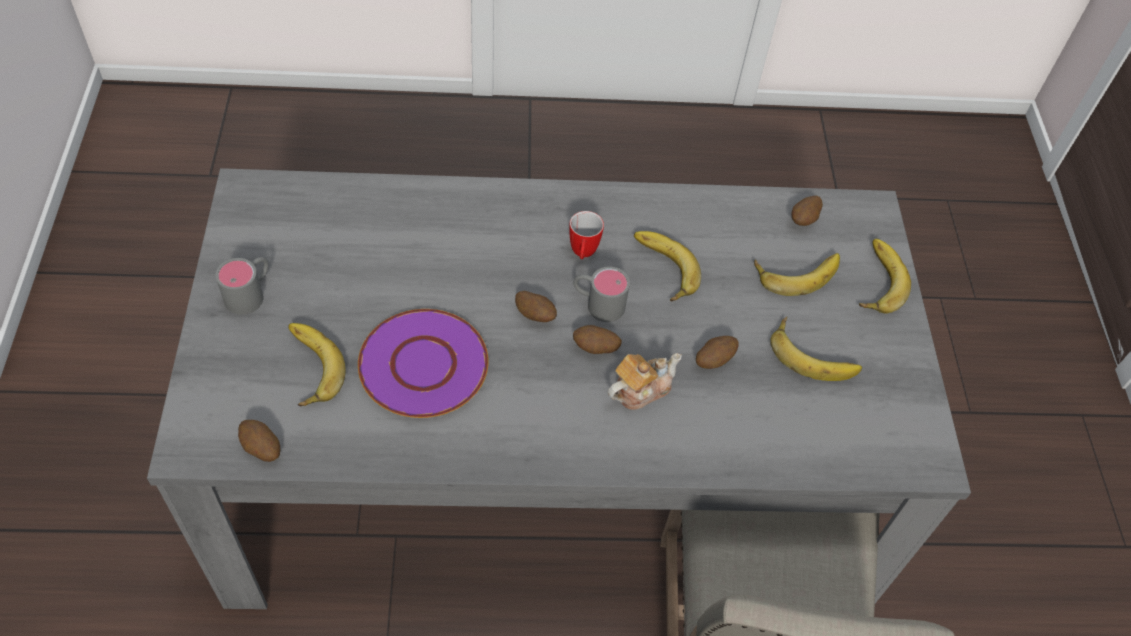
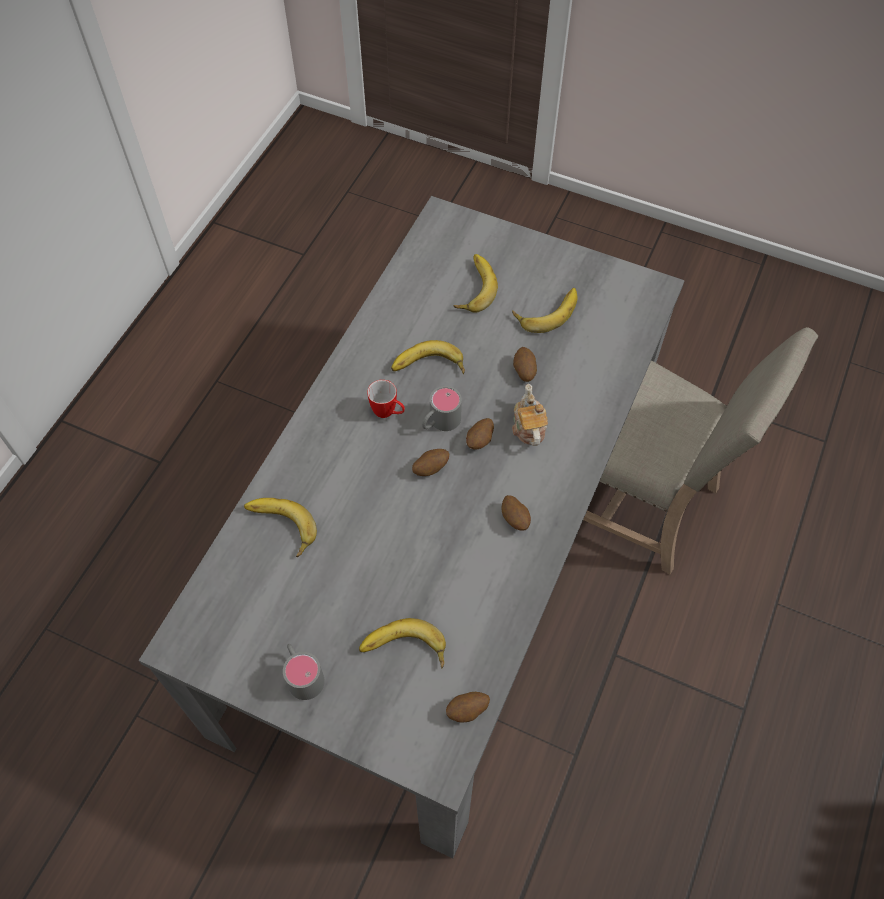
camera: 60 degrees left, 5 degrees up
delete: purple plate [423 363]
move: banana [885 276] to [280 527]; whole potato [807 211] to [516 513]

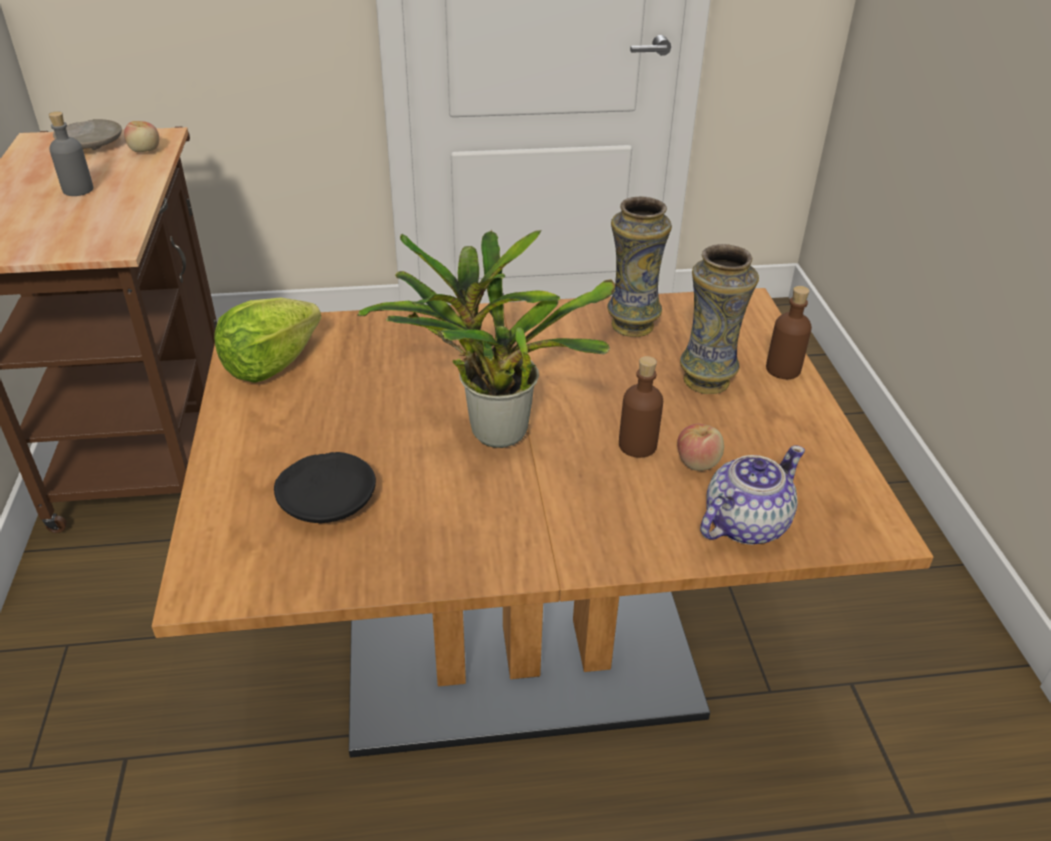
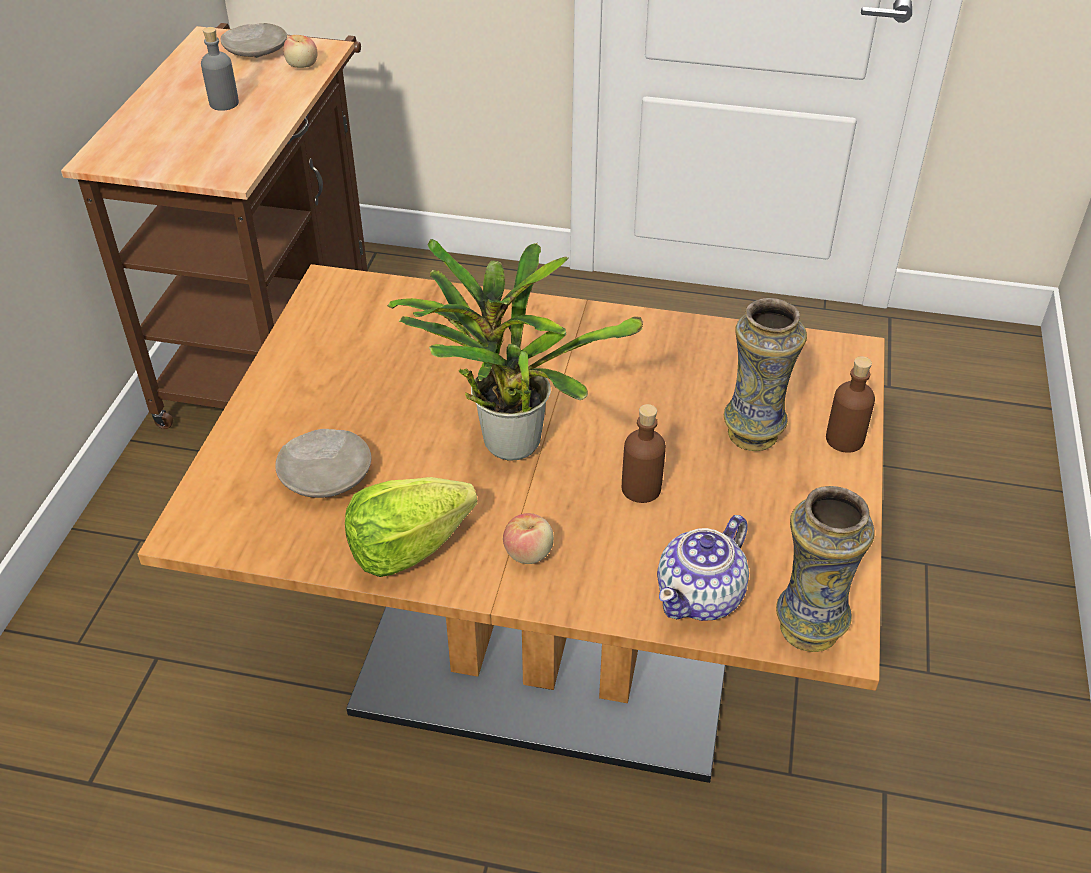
camera: 20 degrees right, 5 degrees up
move: lettuce [267 340] to [411 527]; apple [700 447] to [528 538]; flower vase [639 267] to [825 569]
recolor: blackish plate [325 487] to beige-coloured plate [323 463]
rotate: pot for tea [752 495] = [703 568] 150 degrees clockwise

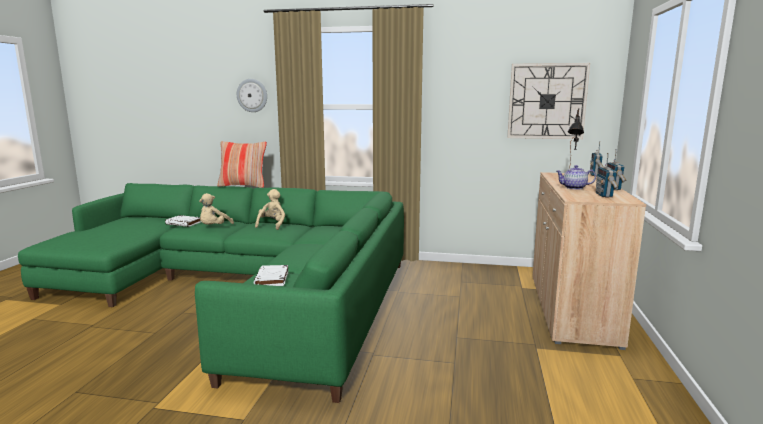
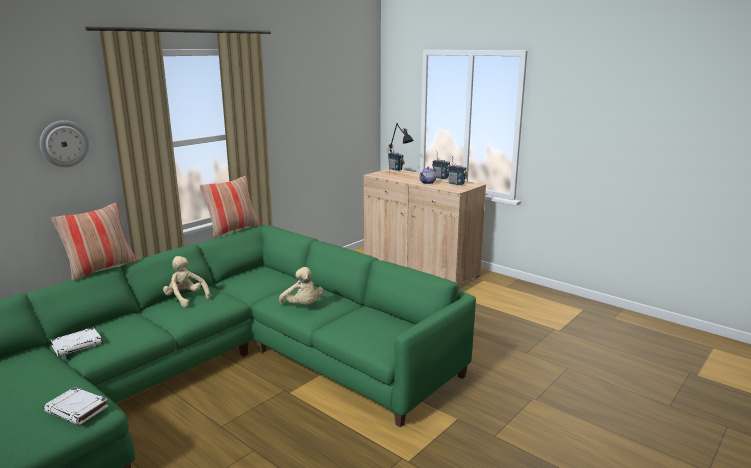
camera: 60 degrees left, 5 degrees up
delete: hanging clock [548 101]
insert: pillow [230 207]
move: white bound book [271 275] to [76 406]; beige-coloured soft toy [216 208] to [301 285]

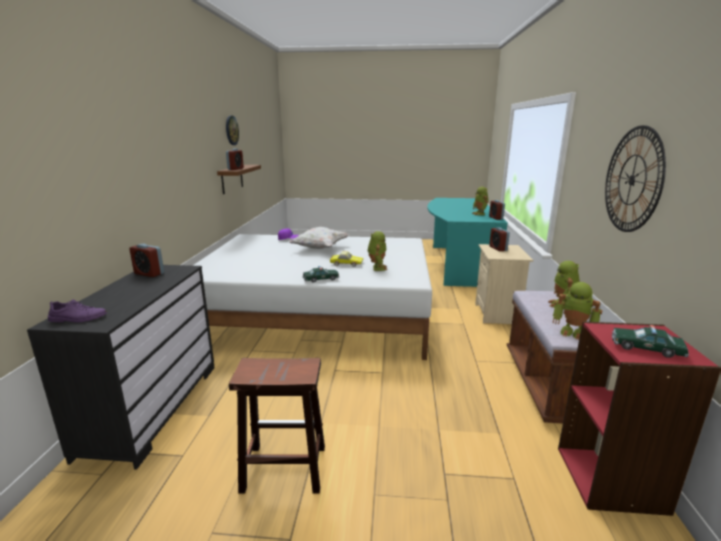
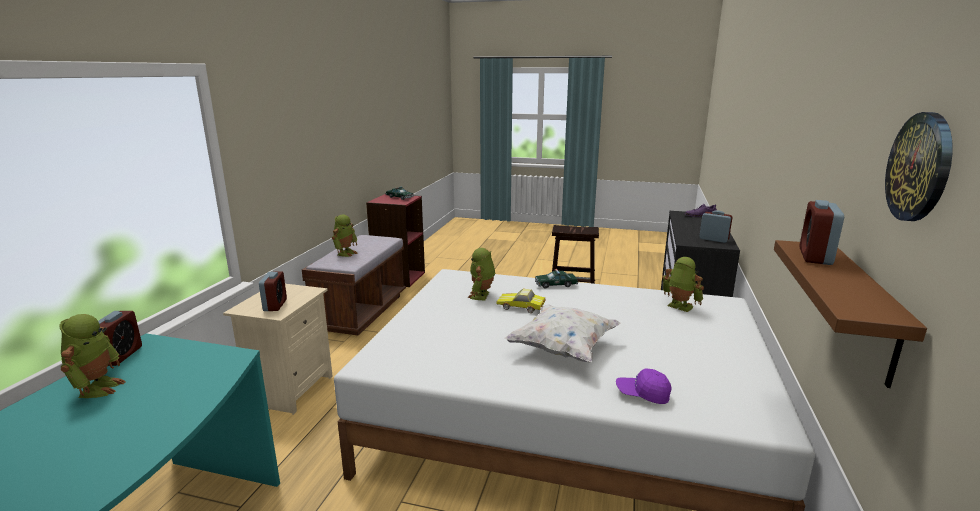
camera: 170 degrees left, 0 degrees up
delete: hanging clock [635 178]
move: robot figure [577 311] to [683 284]

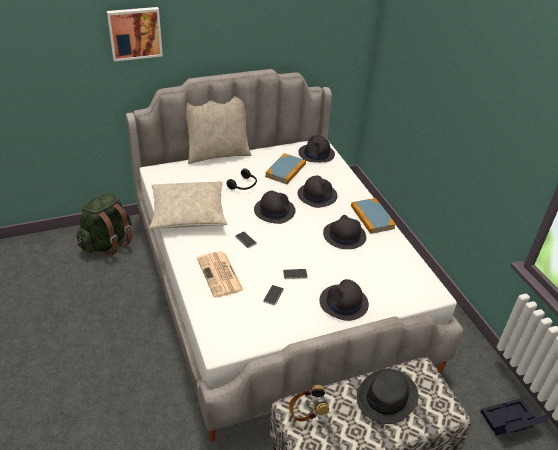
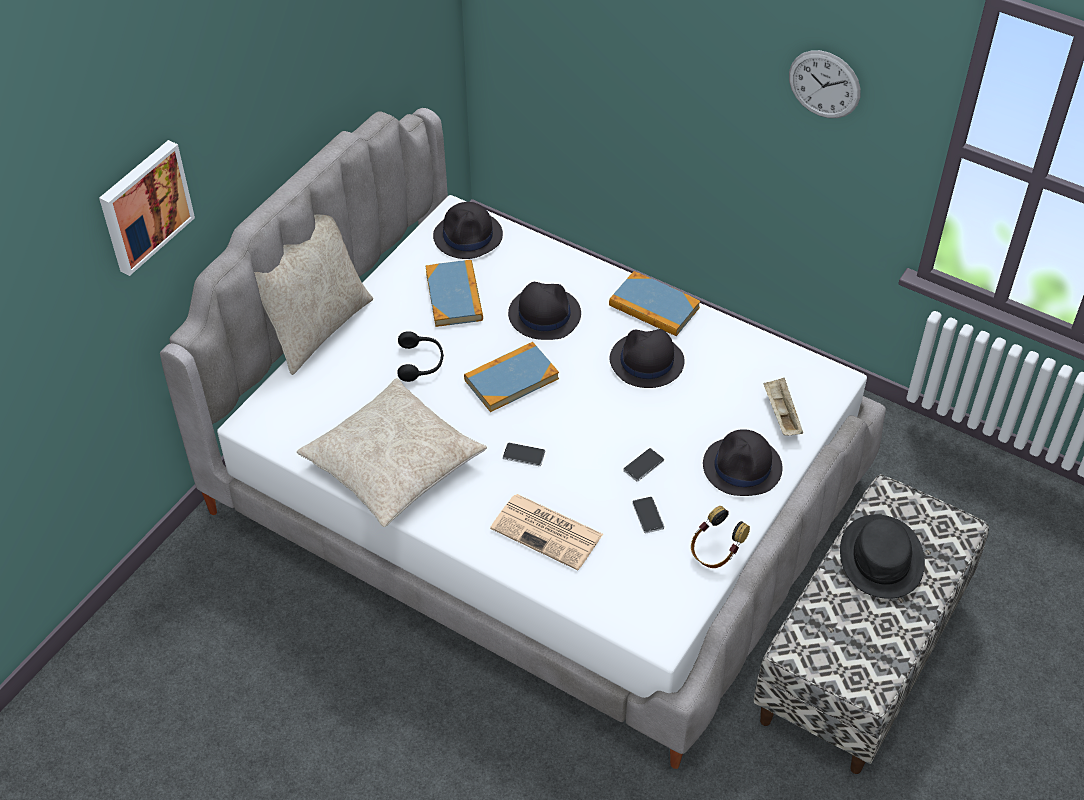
camera: 35 degrees left, 10 degrees up
delete: greenish knapsack [104 224]; blackish storage container [515 417]
insert: beige-coloured carrying tray [783 407]; hanging clock [825 84]
move: headset [309 403] to [720 537]
replace: blackish wearable hat [275 207] to bound book [511 377]

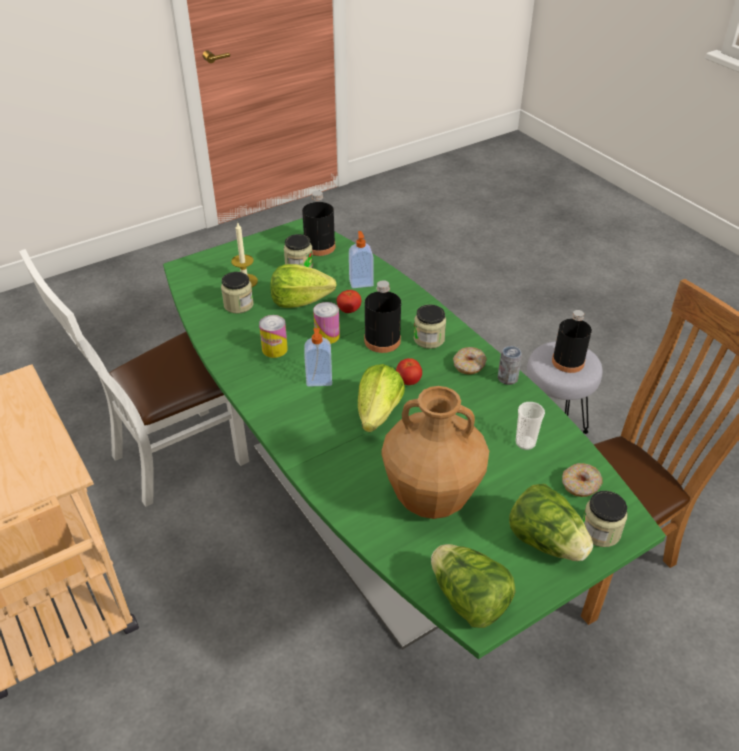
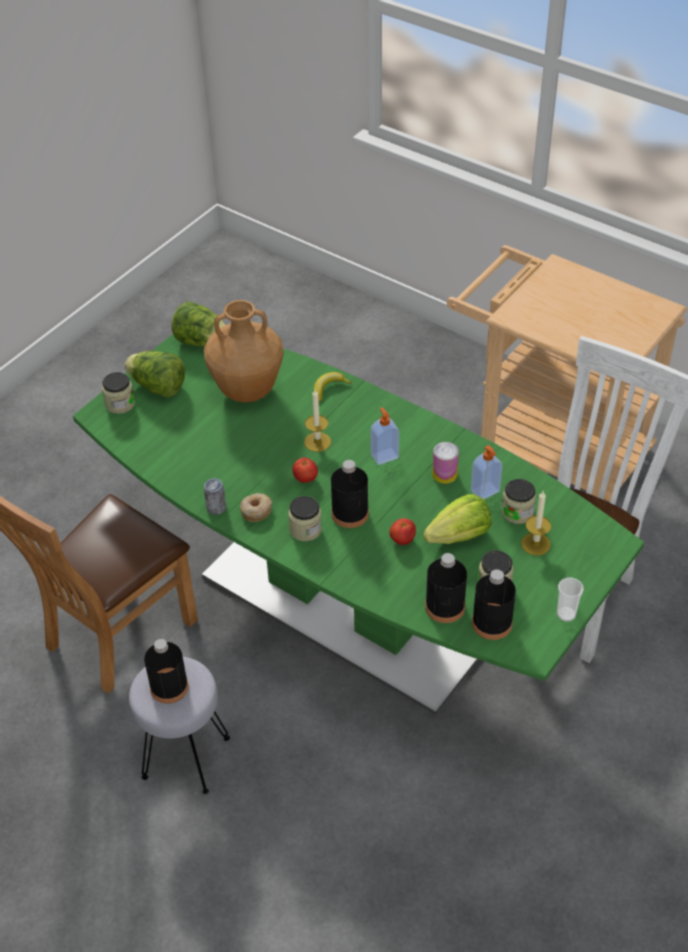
camera: 160 degrees right, 5 degrees up
delete: sealed can [326 323]; ring doughnut [582 480]
insert: banana [333 387]; blackish drink bottle [446 588]
move: liquid soap bottle [361 259] to [487 472]; cup [530 426] to [570 600]
replace: lettuce [381 398] to wax candle [317 420]

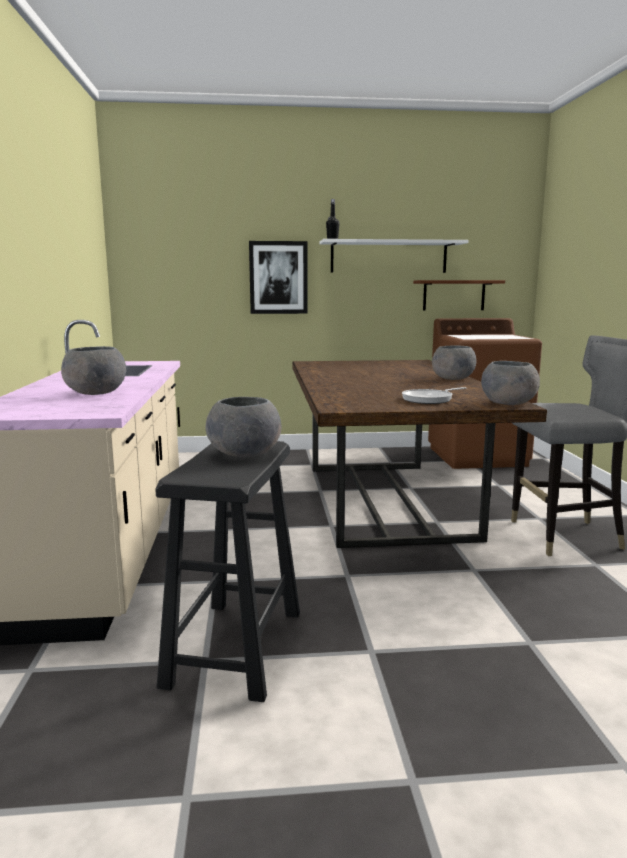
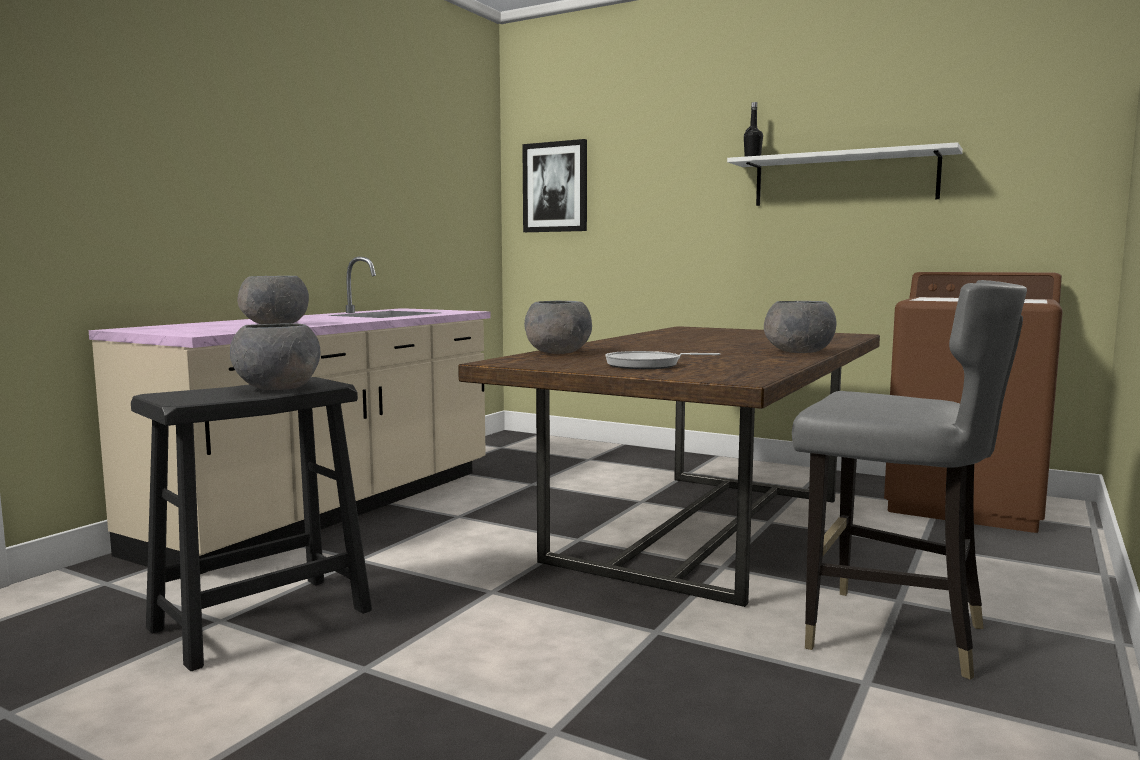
camera: 35 degrees right, 5 degrees down
delete: brownish bracket shelf [459 295]
move: wall picture [278 277] to [554 185]; greyish deep dish [510 383] to [558 327]

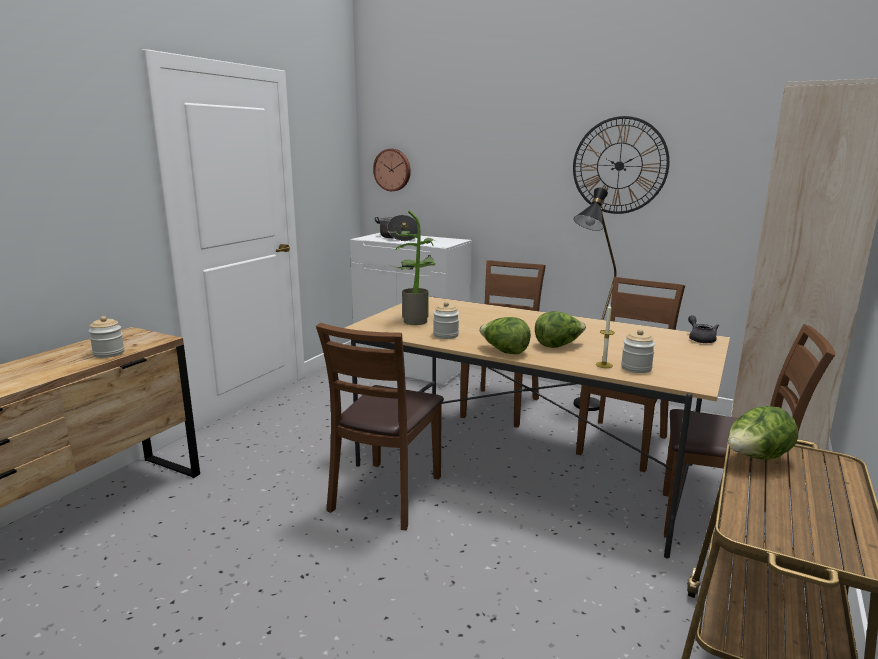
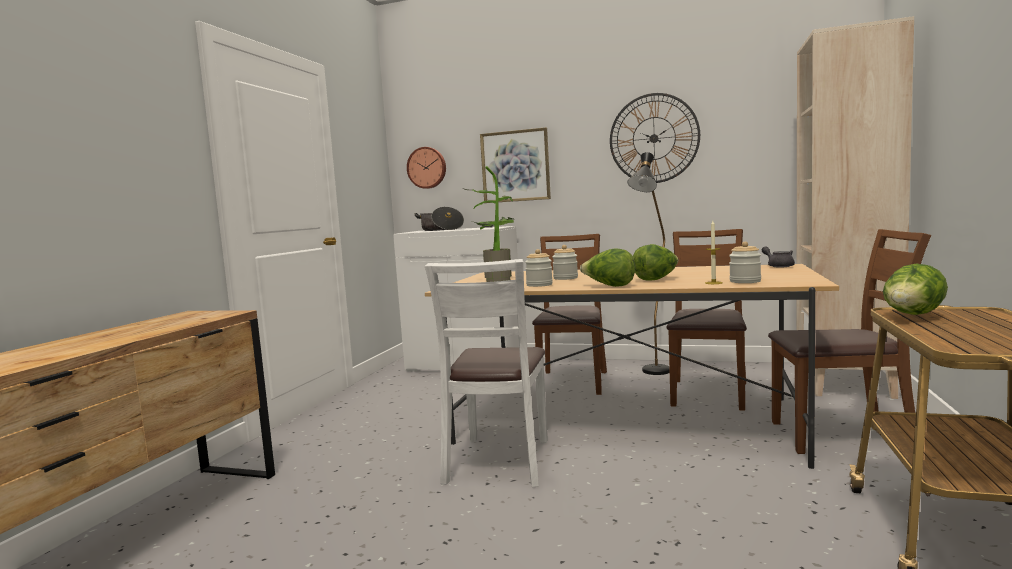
camera: 10 degrees left, 10 degrees down
insert: wall picture [515 165]
move: storage jar [107 337] to [565 262]
recolor: brownish plain chair [380 426] to white plain chair [486 373]

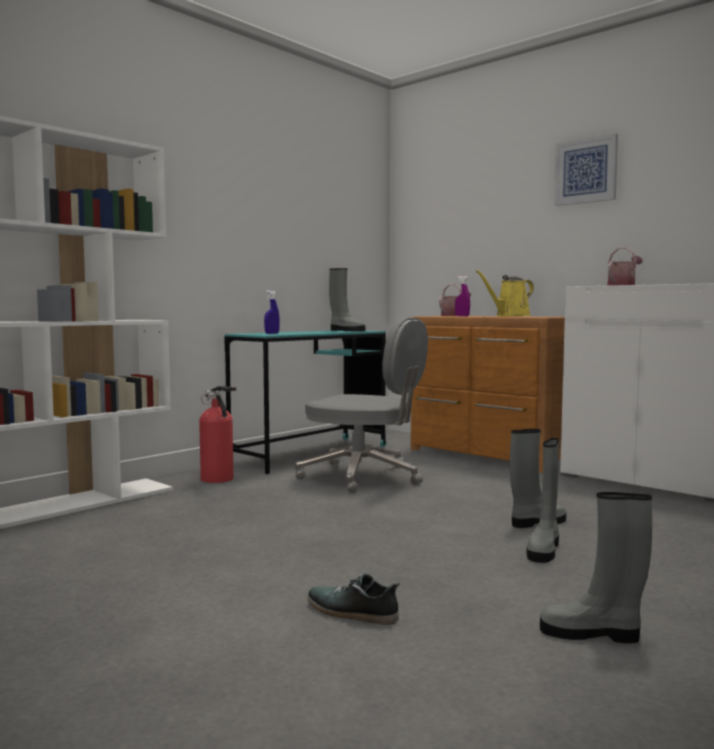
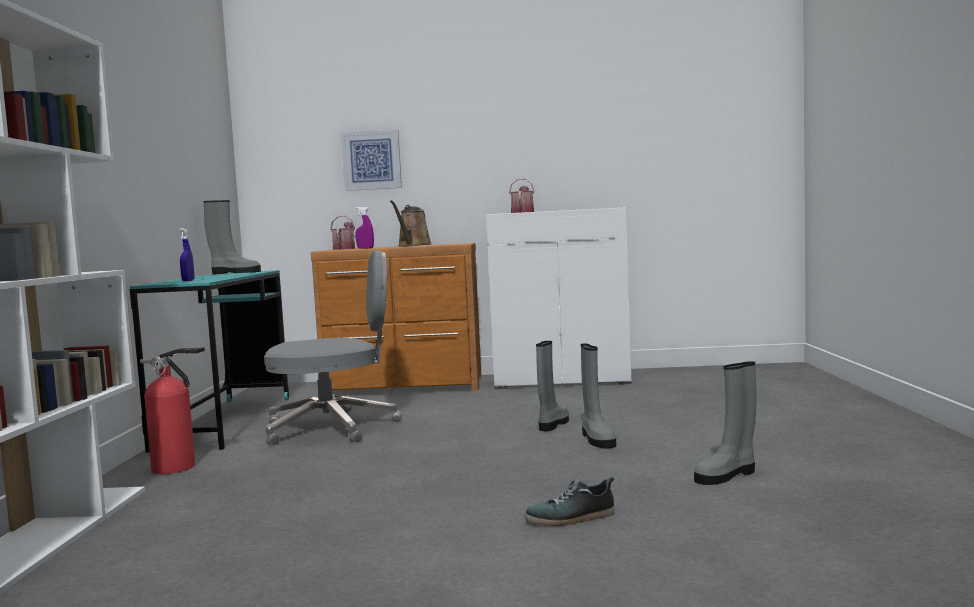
camera: 40 degrees left, 0 degrees up
move: wall picture [586 170] to [371 160]
recolor: yellow-coloured watering pot [505 293] to brownish watering pot [410 223]

